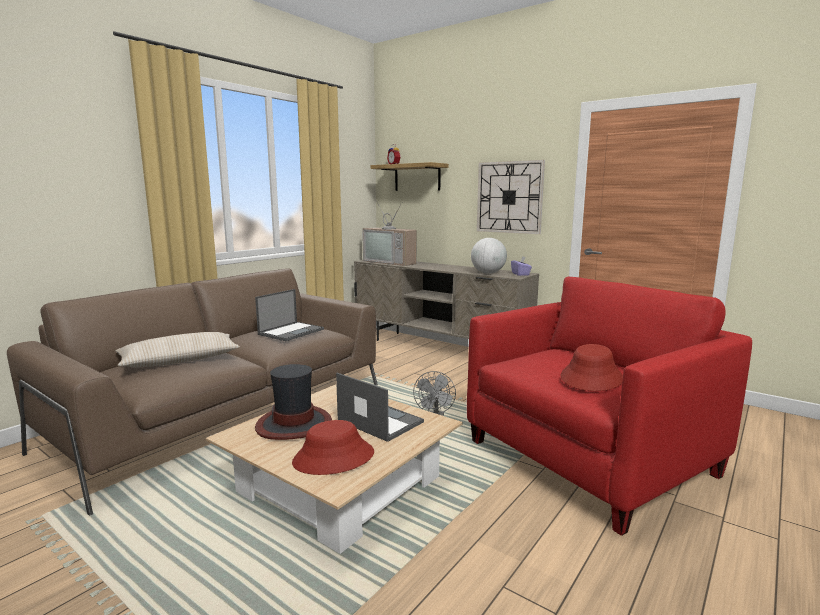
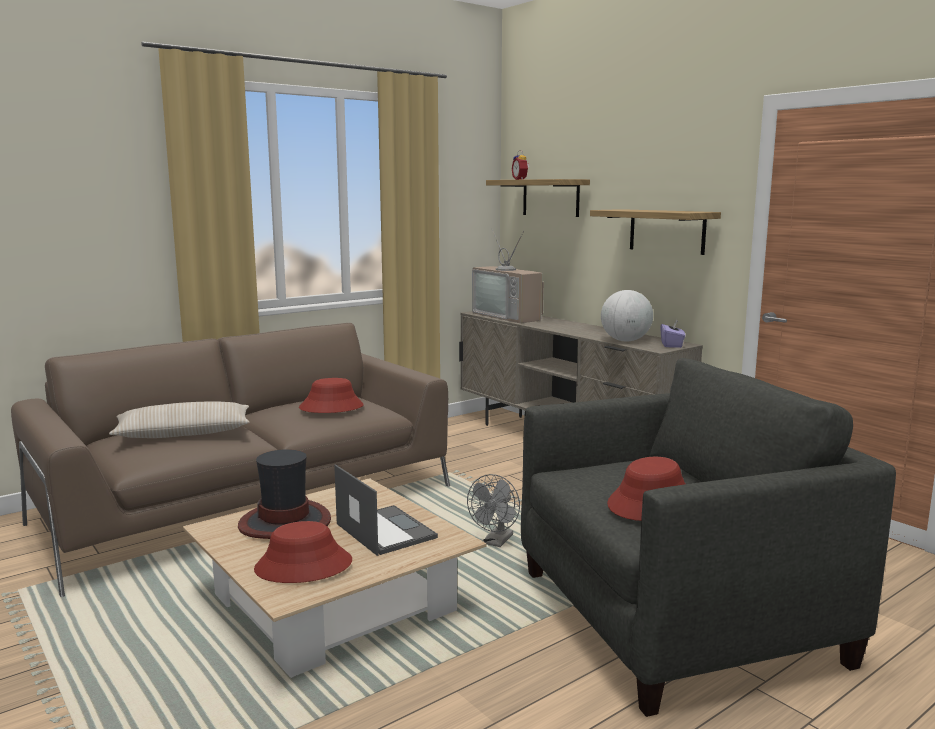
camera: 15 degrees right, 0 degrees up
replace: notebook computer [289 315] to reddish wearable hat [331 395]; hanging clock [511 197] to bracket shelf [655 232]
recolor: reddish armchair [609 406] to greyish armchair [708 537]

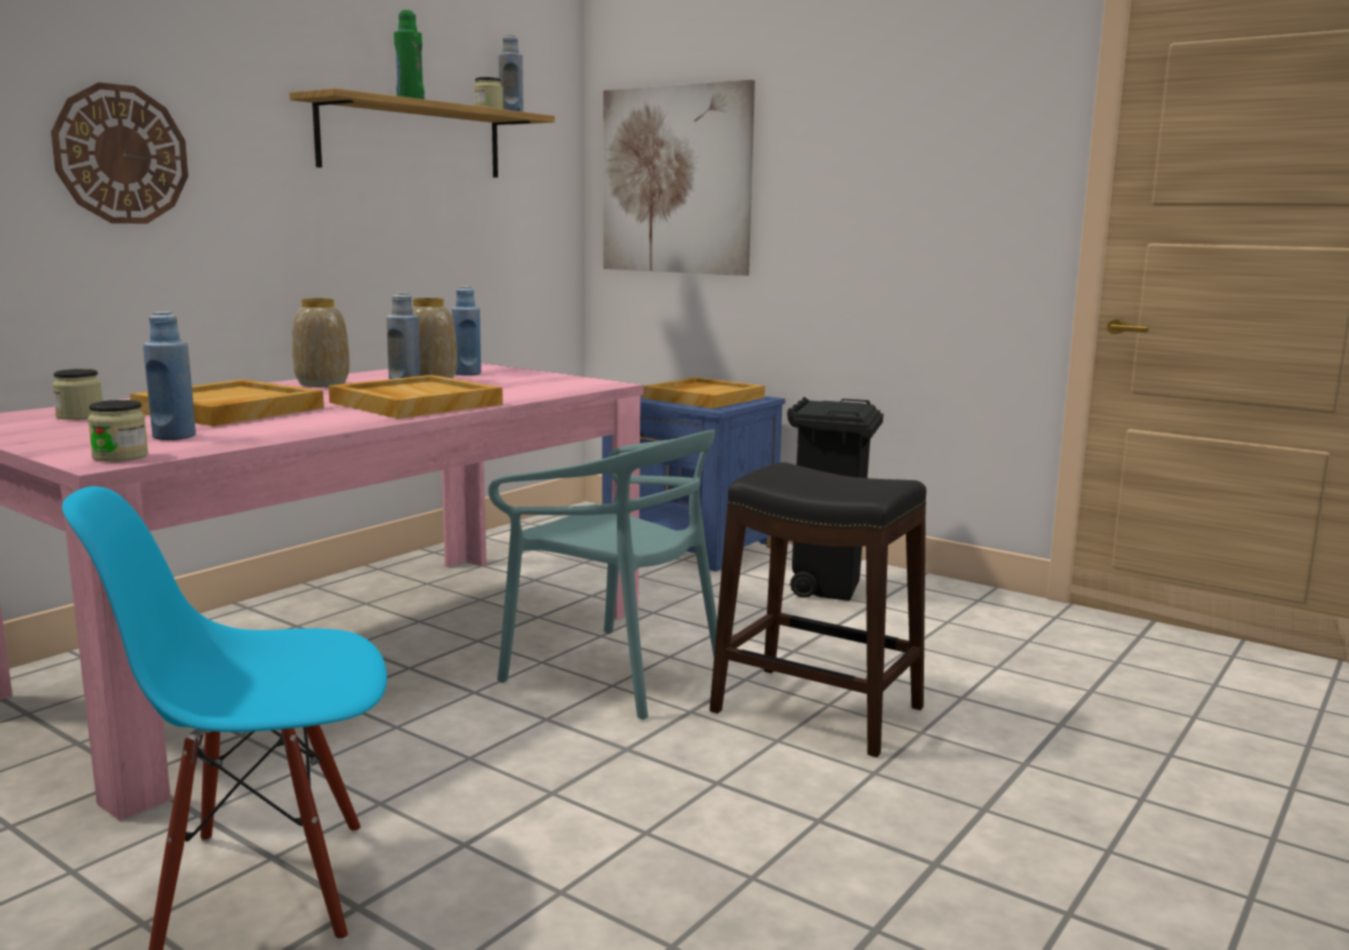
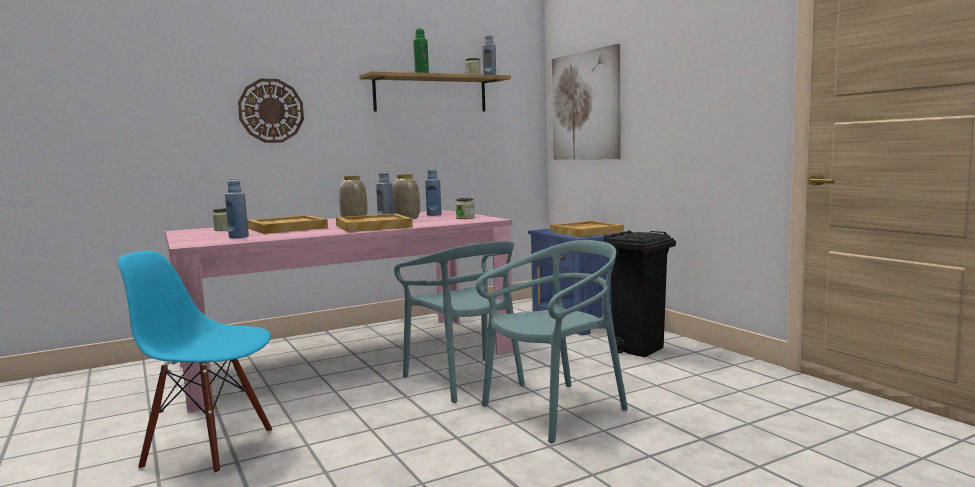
camera: 25 degrees right, 5 degrees down
move: storage jar [118 431] to [465 208]
replace: blackish sitting stool [817 609] to turquoise plain chair [552 341]

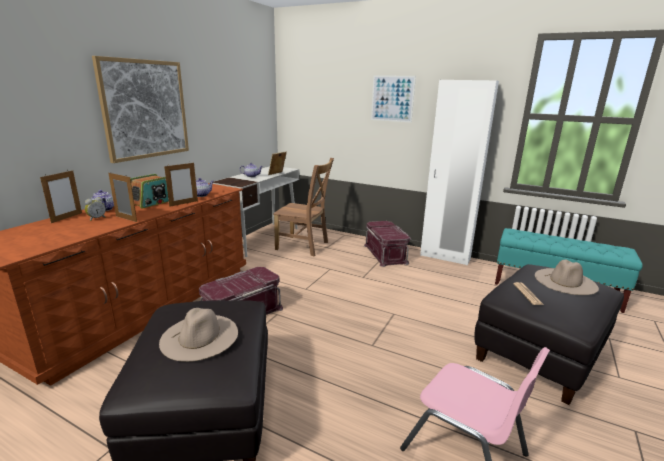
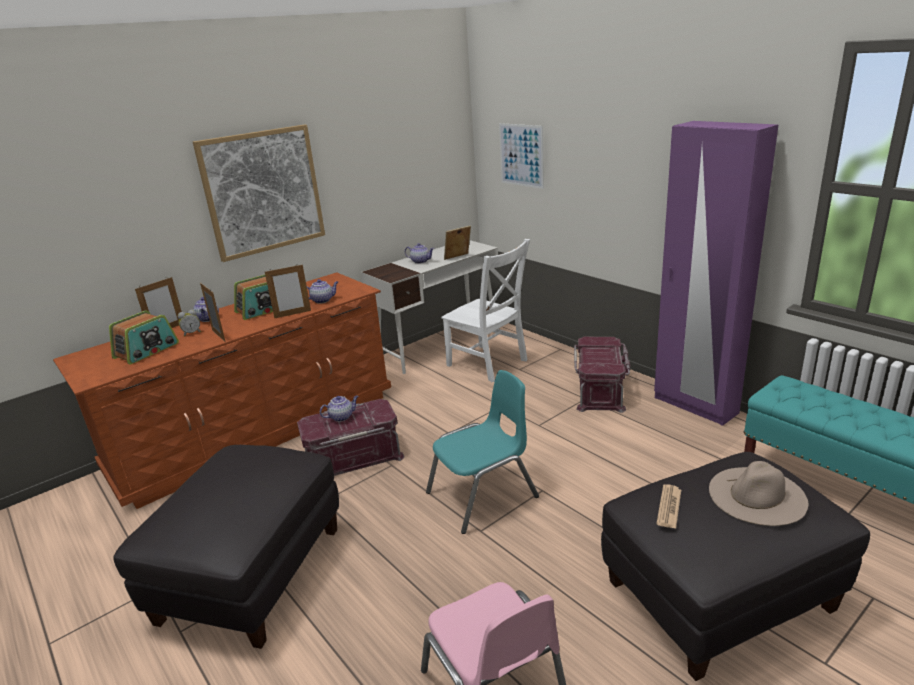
camera: 25 degrees right, 5 degrees up
delete: beige-coloured wearable hat [198 335]
insert: radio set [144 337]; pot for tea [339 409]; turquoise plain chair [482 452]
move: wall picture [393 99] to [521 156]
recolor: brownish plain chair [303 207] to white plain chair [485 310]; white armoire [459 172] to purple armoire [716 273]

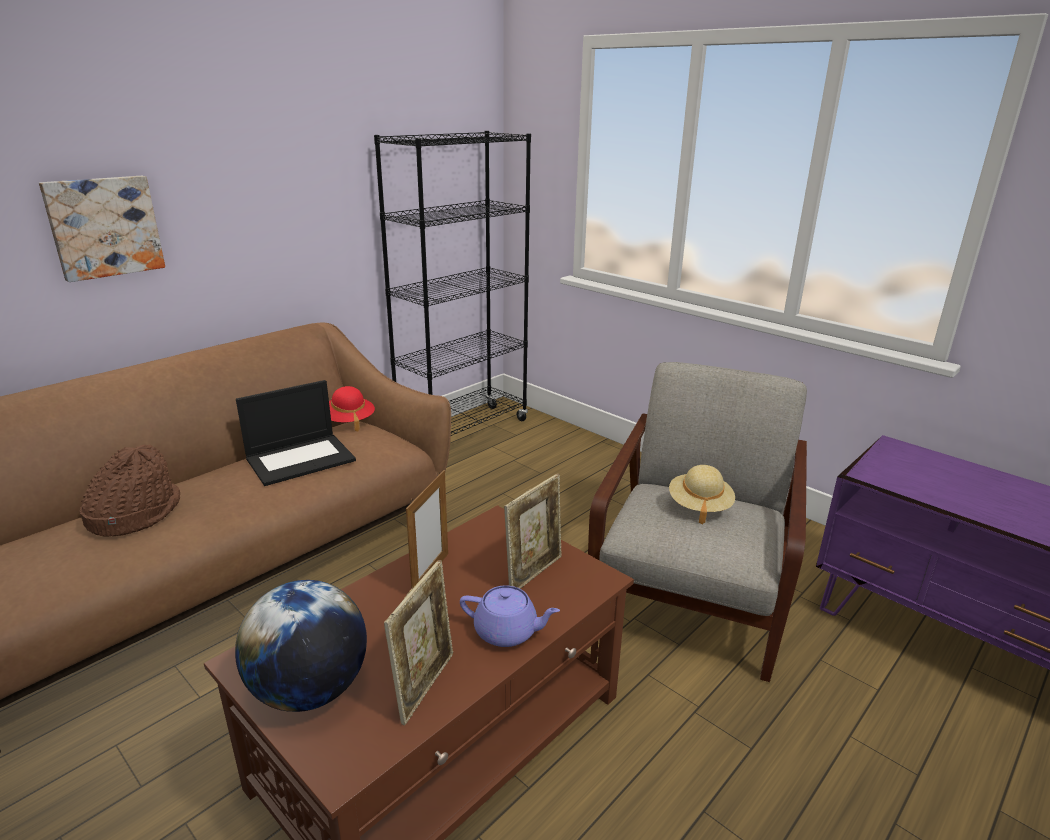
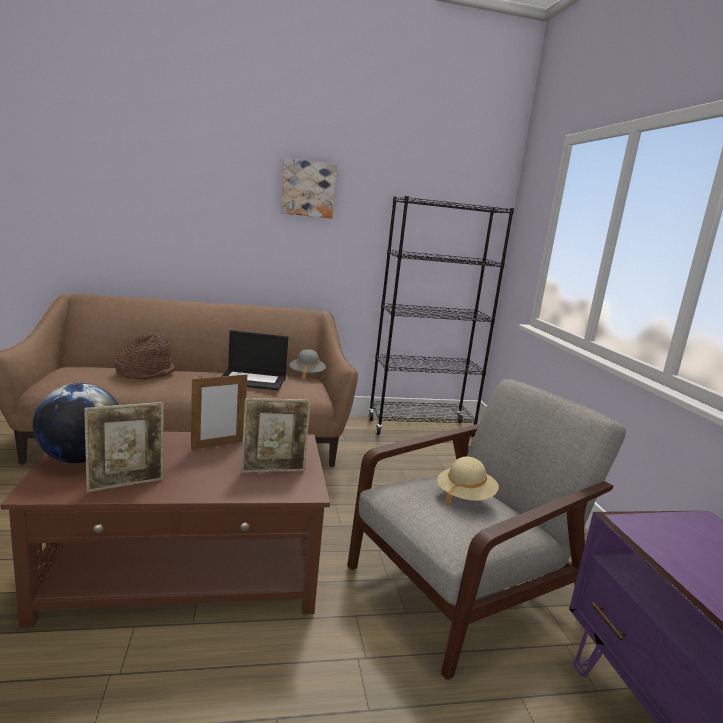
camera: 35 degrees right, 10 degrees down
delete: purple pot for tea [510 616]
move: wall picture [102 229] to [309 188]
recolor: reddish wearable hat [352 408] to greyish wearable hat [307 364]

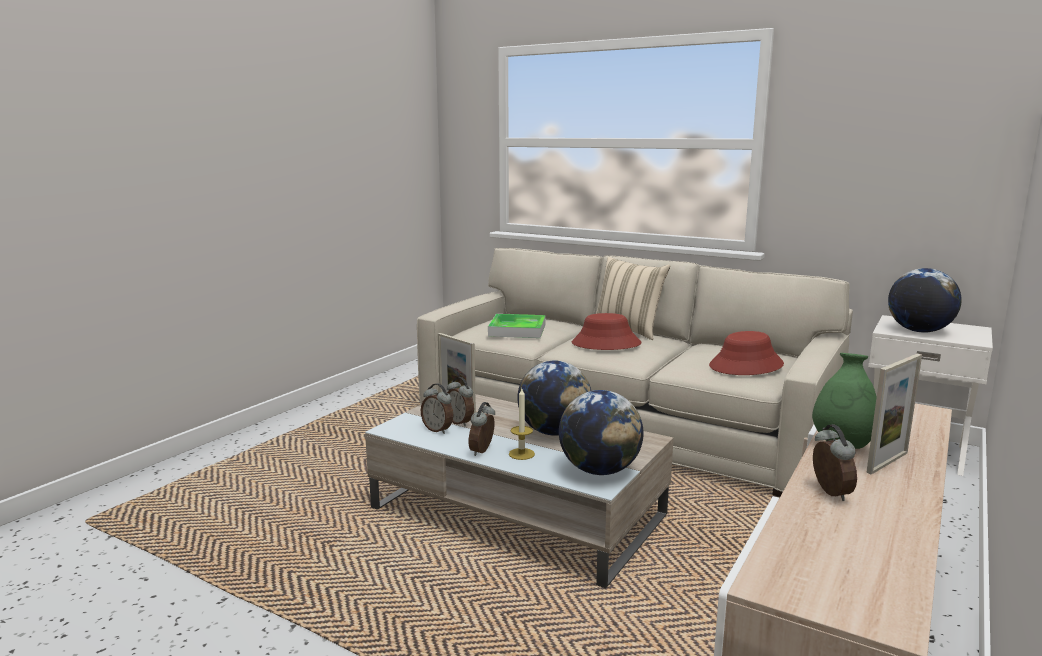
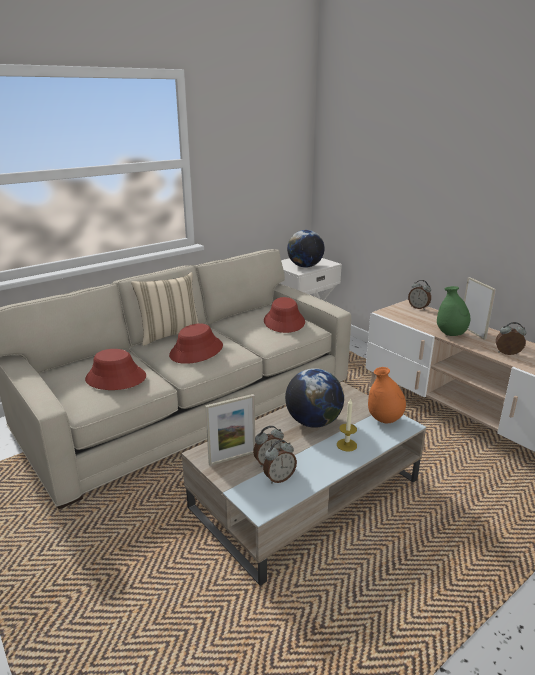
camera: 70 degrees left, 10 degrees up
move: alarm clock [482 429] to [419 295]
replace: carrying tray [517 326] to reddish wearable hat [115 369]; globe [601 432] to orange-coloured flower vase [387 395]

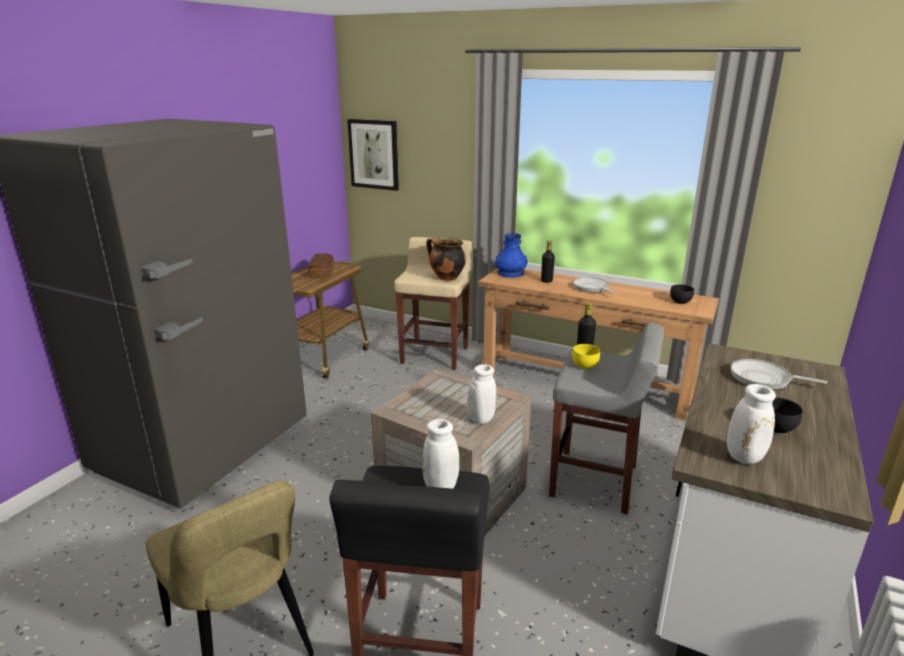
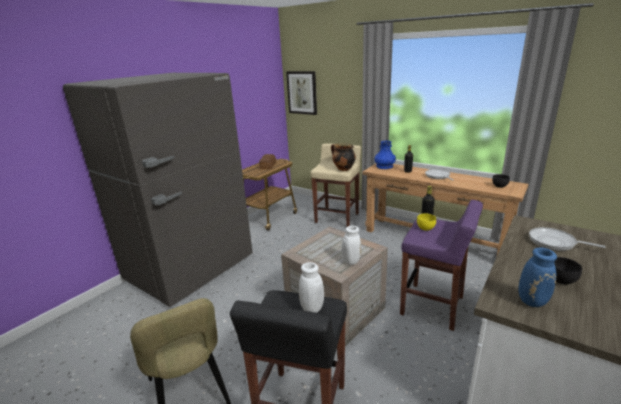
camera: 10 degrees right, 0 degrees up
recolor: greyish sitting stool [606 418] to purple sitting stool [441 265]; white flower vase [751 424] to bluish flower vase [537 277]

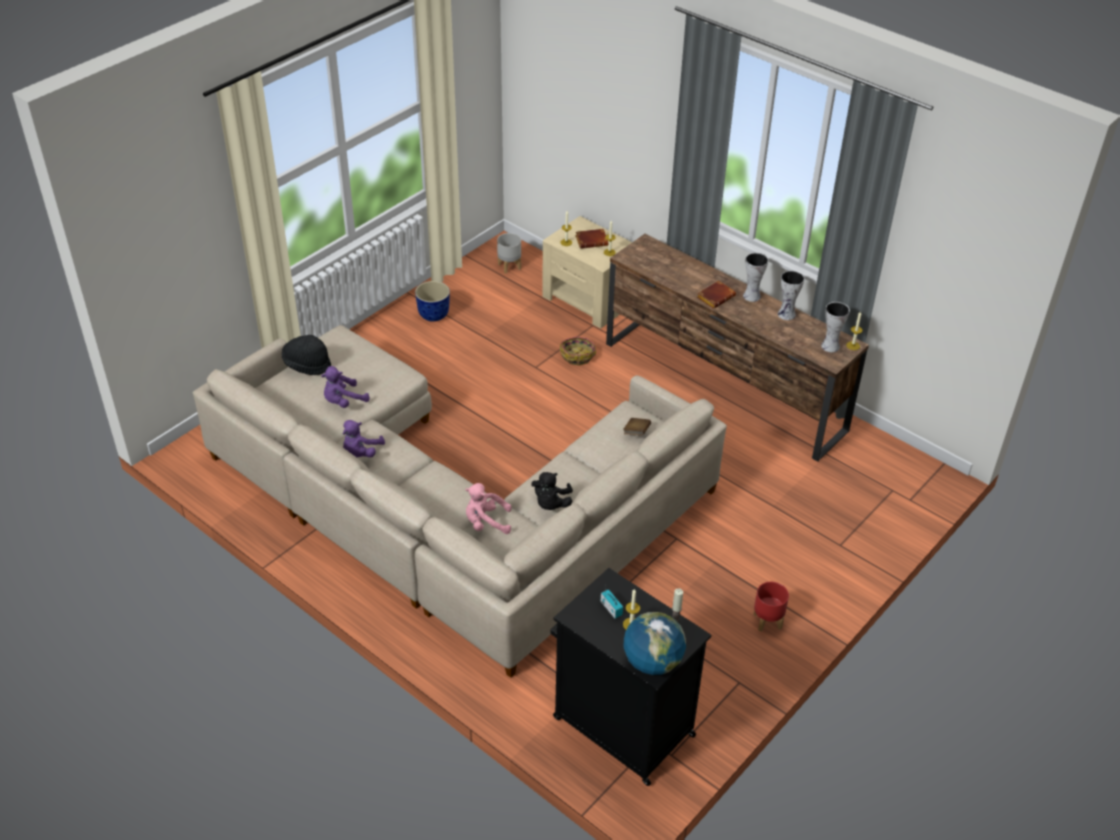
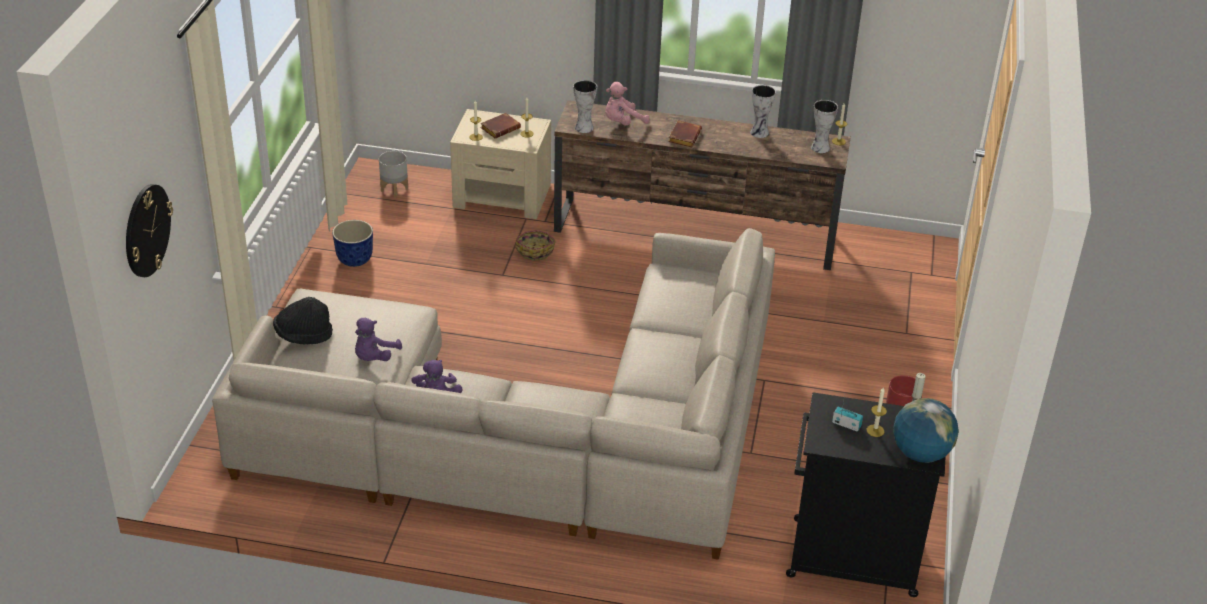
camera: 30 degrees left, 5 degrees down
delete: blackish soft toy [552 491]; brownish bound book [637 426]
insert: hanging clock [149 230]
move: flower vase [756 277] to [585 106]; pinkish soft toy [488 508] to [627 103]

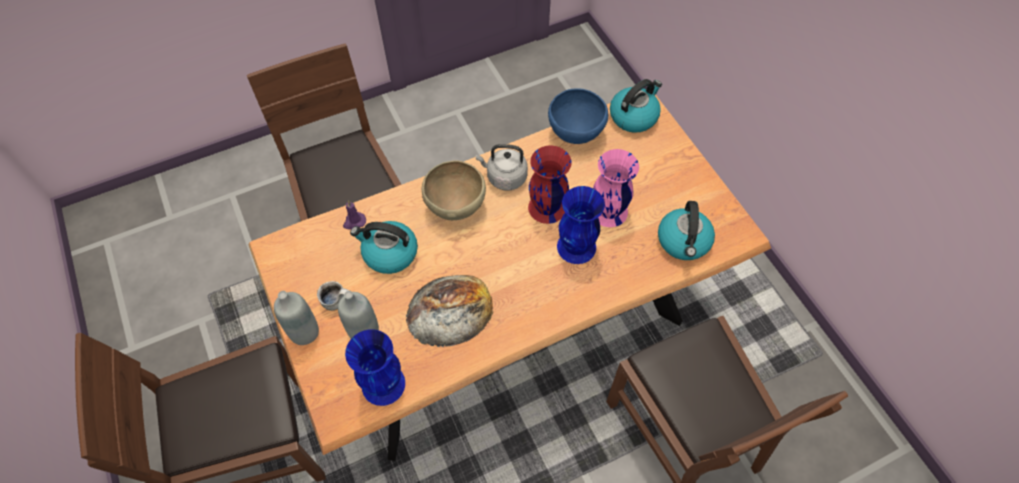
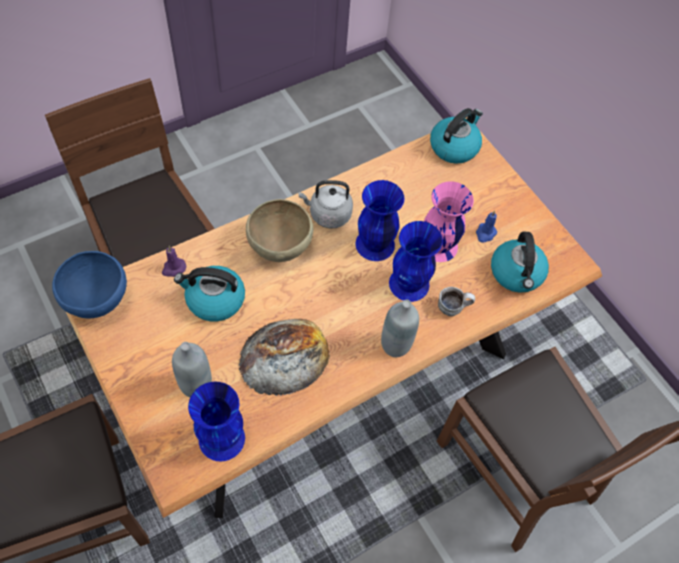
camera: 10 degrees left, 0 degrees up
insert: bluish wax candle [486 226]
move: bluish deep dish [578 116] to [89 285]; greyish drink bottle [296 318] to [400 328]; coffee mug [333 296] to [456 301]
recolor: reddish flower vase [550 185] to bluish flower vase [380 220]

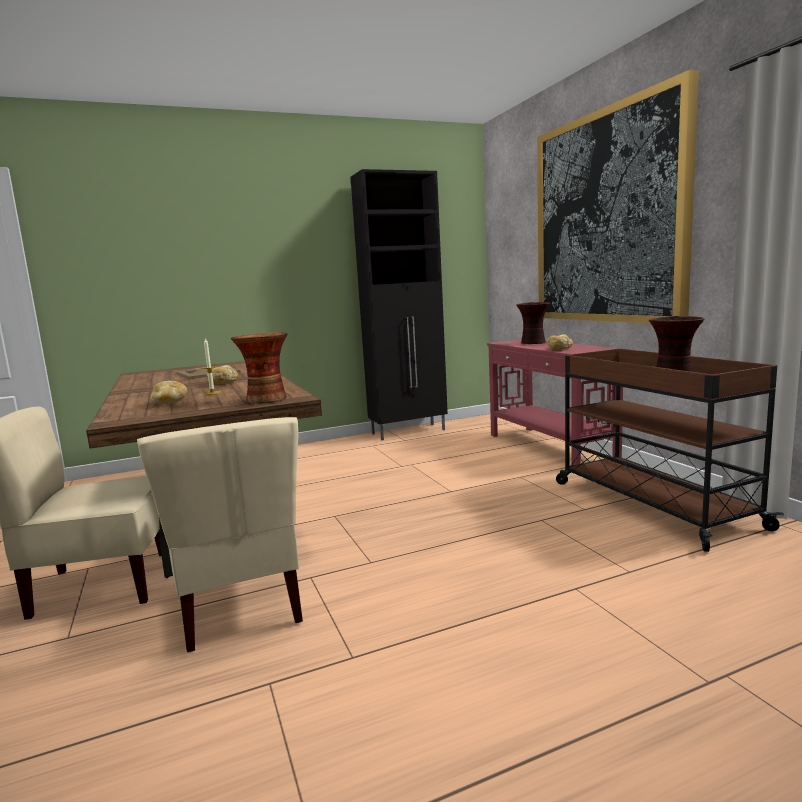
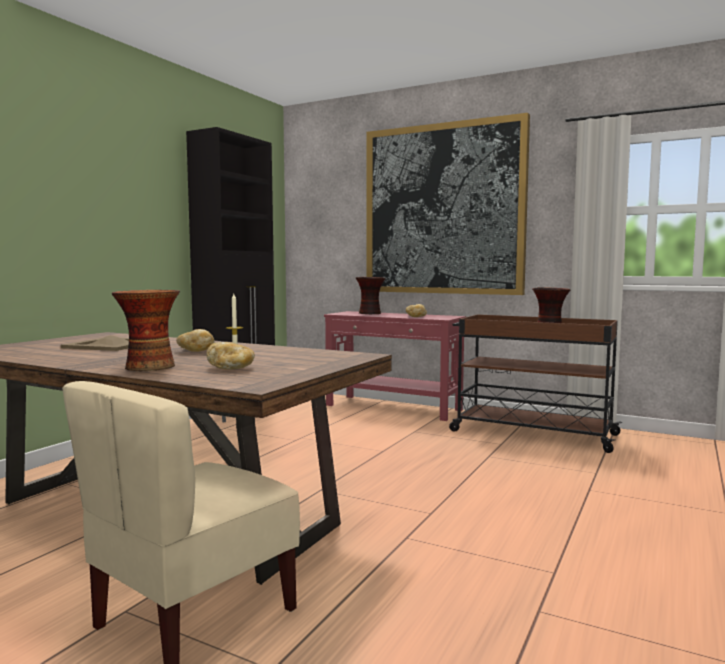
camera: 40 degrees left, 5 degrees down
delete: beige-coloured plain chair [220 535]
move: flower vase [259 368] to [146 330]

